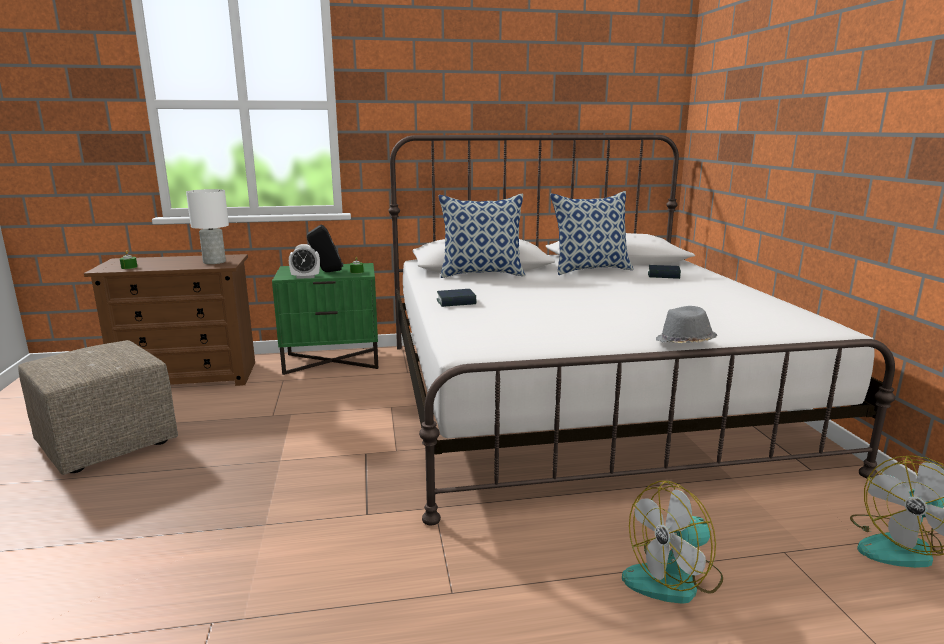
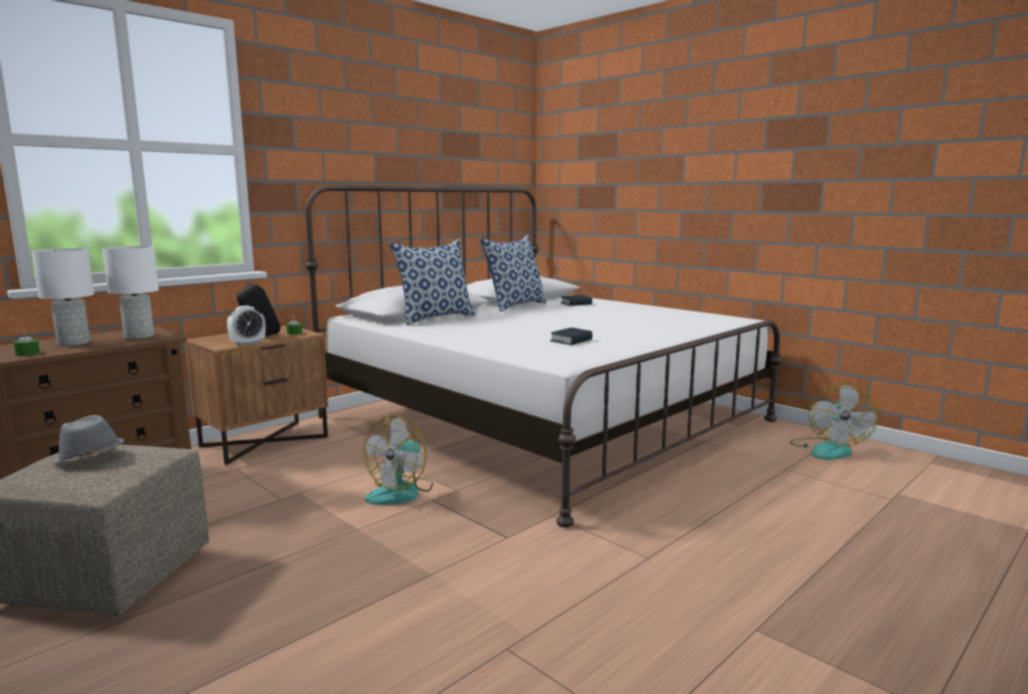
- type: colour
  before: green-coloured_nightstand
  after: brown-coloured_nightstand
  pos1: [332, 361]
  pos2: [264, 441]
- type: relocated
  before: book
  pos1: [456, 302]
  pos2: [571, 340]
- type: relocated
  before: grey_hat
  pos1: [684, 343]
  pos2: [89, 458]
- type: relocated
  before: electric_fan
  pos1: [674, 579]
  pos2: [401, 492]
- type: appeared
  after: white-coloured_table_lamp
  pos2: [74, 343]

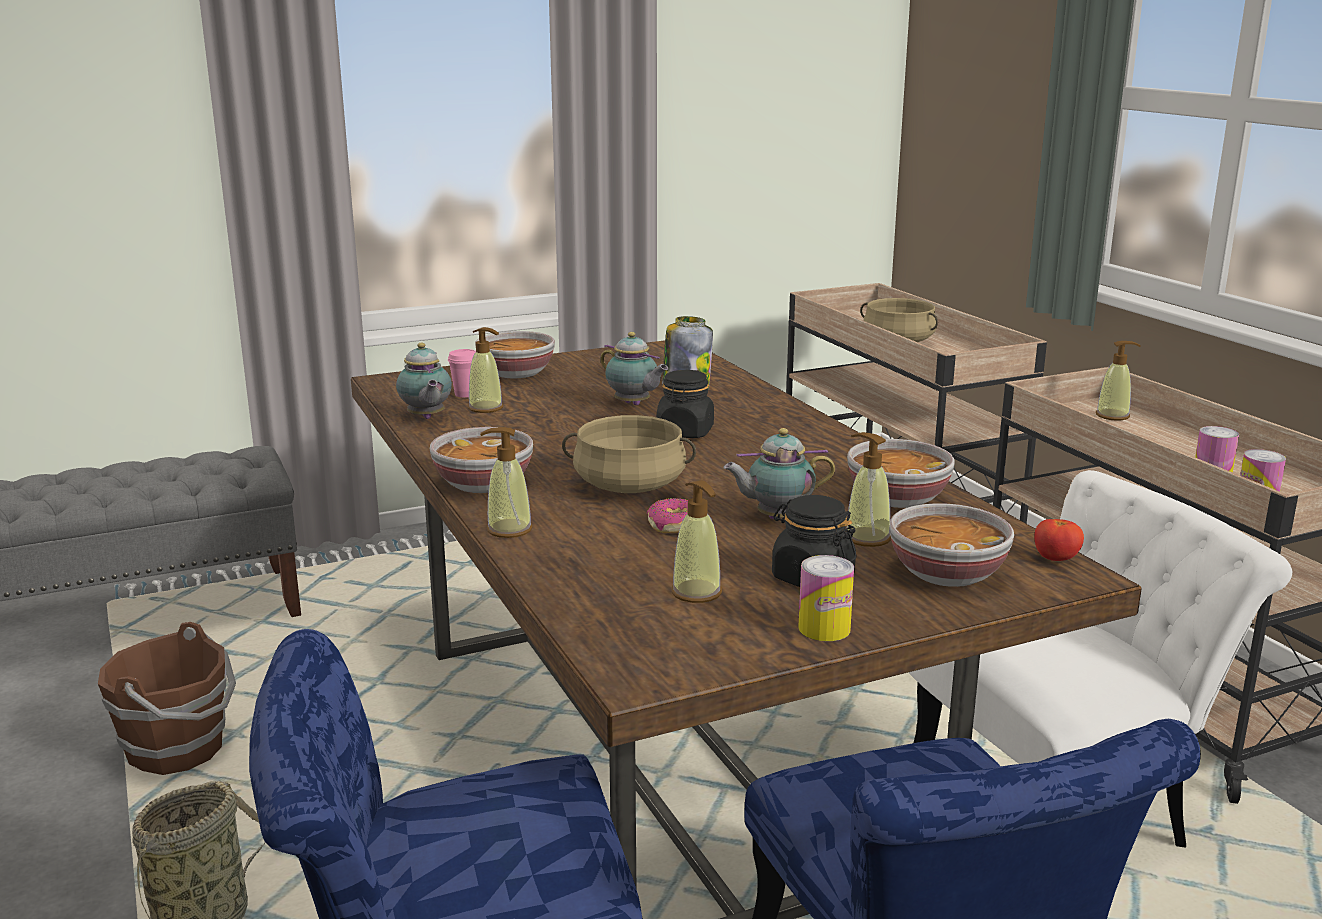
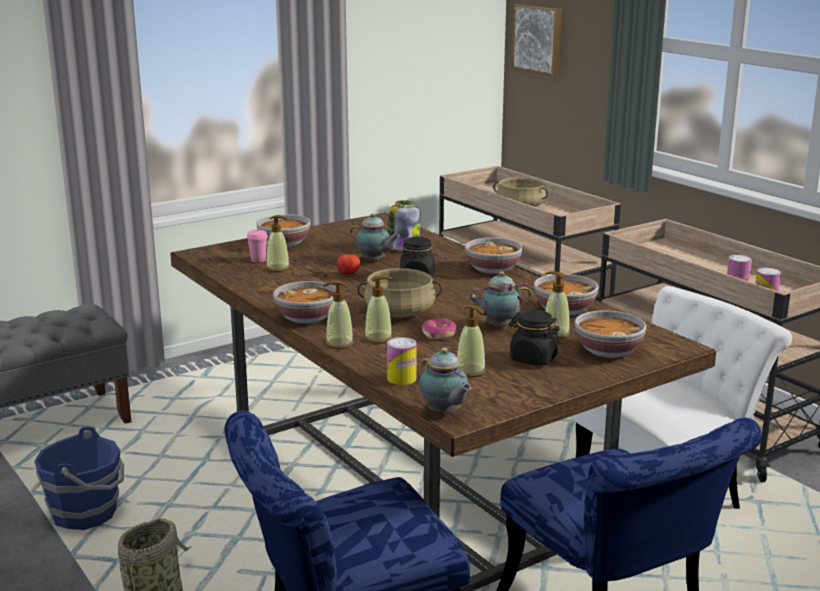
- type: relocated
  before: soap_dispenser
  pos1: [1112, 416]
  pos2: [378, 339]
- type: relocated
  before: tea_pot
  pos1: [426, 418]
  pos2: [444, 413]
- type: relocated
  before: whole_tomato
  pos1: [1056, 559]
  pos2: [348, 274]
- type: relocated
  before: metal_can
  pos1: [824, 628]
  pos2: [401, 378]
- type: colour
  before: brown-coloured_bucket
  after: blue-coloured_bucket
  pos1: [179, 751]
  pos2: [87, 514]
- type: appeared
  after: wall_art
  pos2: [538, 39]
- type: appeared
  after: serving_bowl
  pos2: [492, 269]

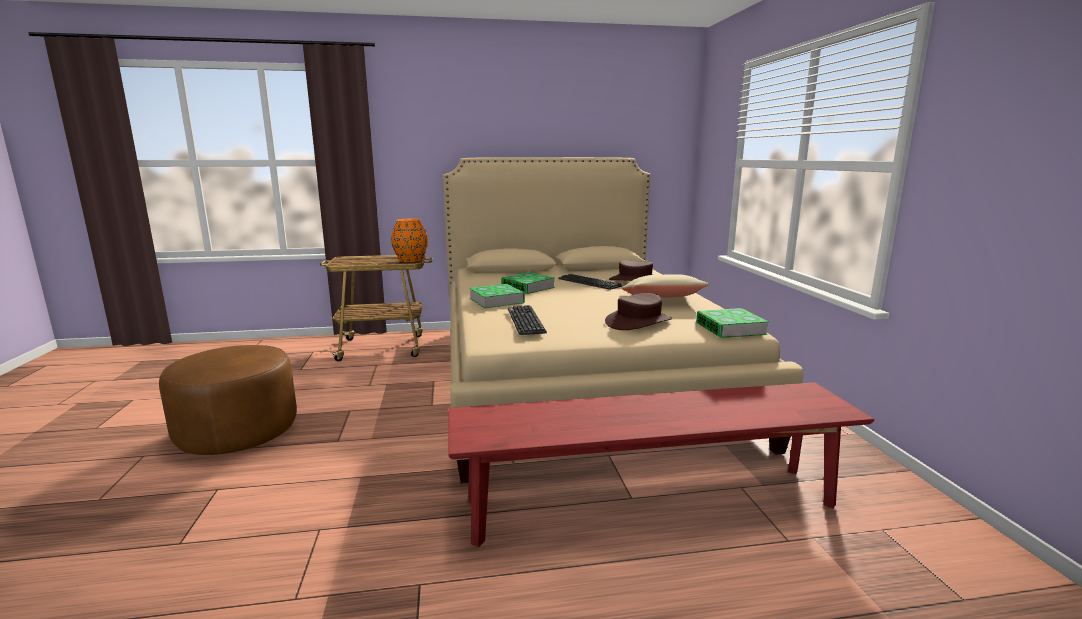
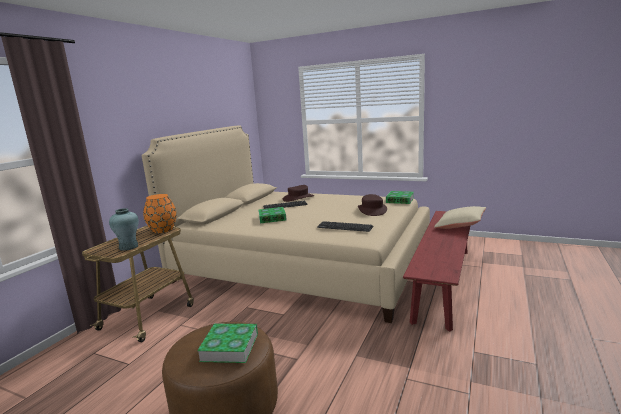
- type: relocated
  before: beige_cushion
  pos1: [662, 300]
  pos2: [460, 226]
- type: relocated
  before: book
  pos1: [496, 300]
  pos2: [230, 347]
- type: appeared
  after: blue-green_flower_vase
  pos2: [128, 247]

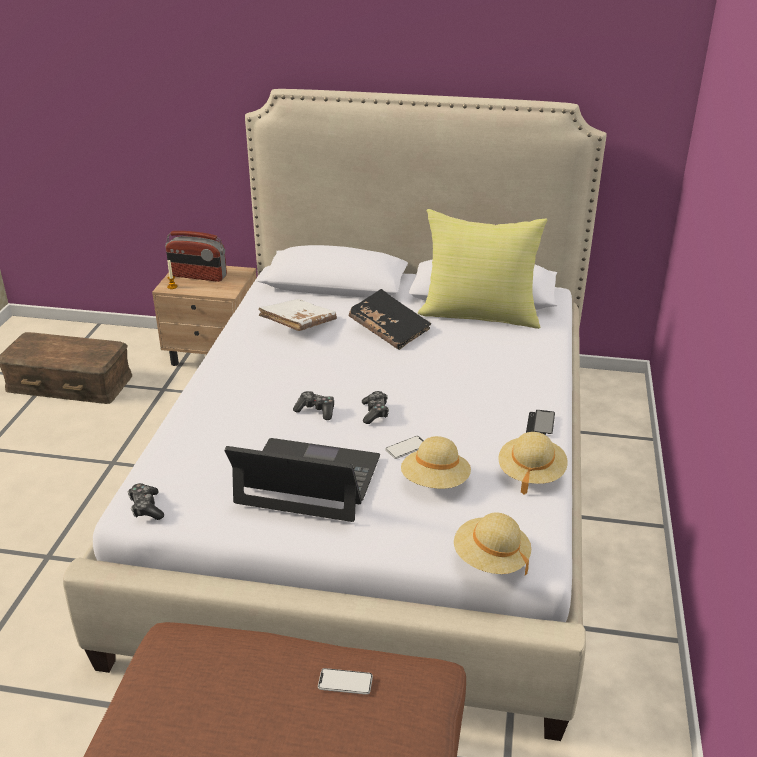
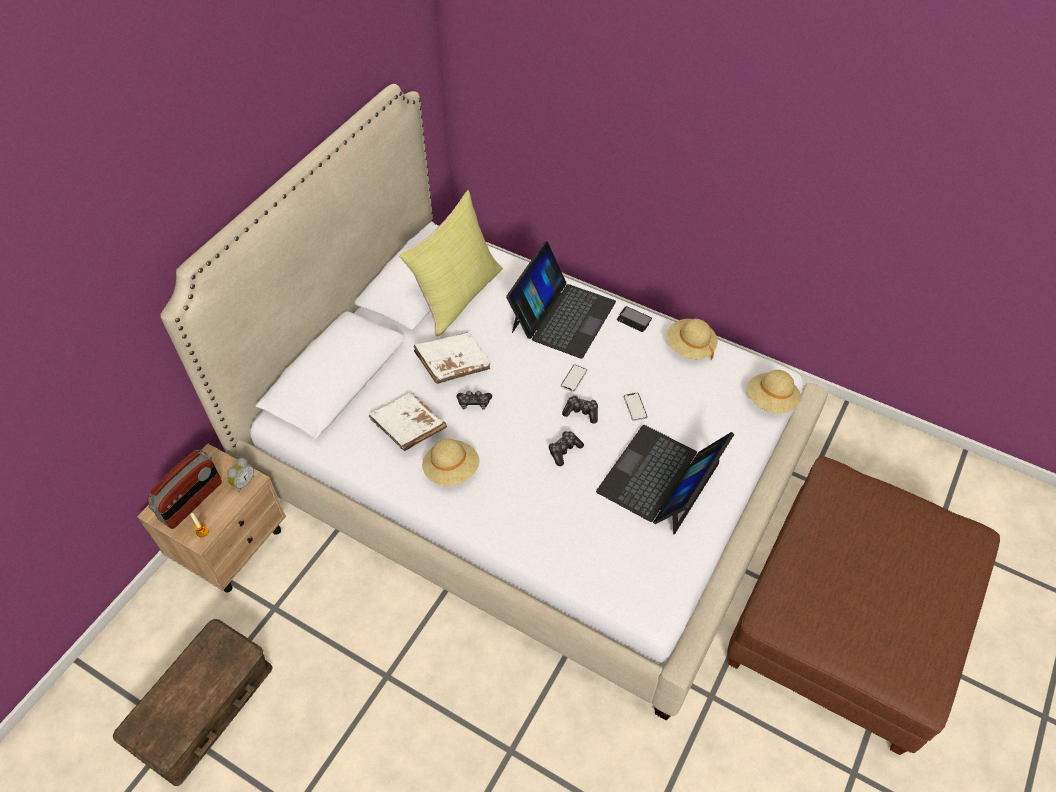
- type: colour
  before: black-coloured_book
  after: white-coloured_book
  pos1: [389, 330]
  pos2: [453, 365]
- type: relocated
  before: beige_hat
  pos1: [435, 482]
  pos2: [452, 470]
- type: relocated
  before: joypad
  pos1: [146, 507]
  pos2: [474, 403]
- type: relocated
  before: telephone
  pos1: [345, 682]
  pos2: [574, 378]
- type: appeared
  after: laptop
  pos2: [562, 316]
- type: appeared
  after: bedside_clock
  pos2: [243, 482]

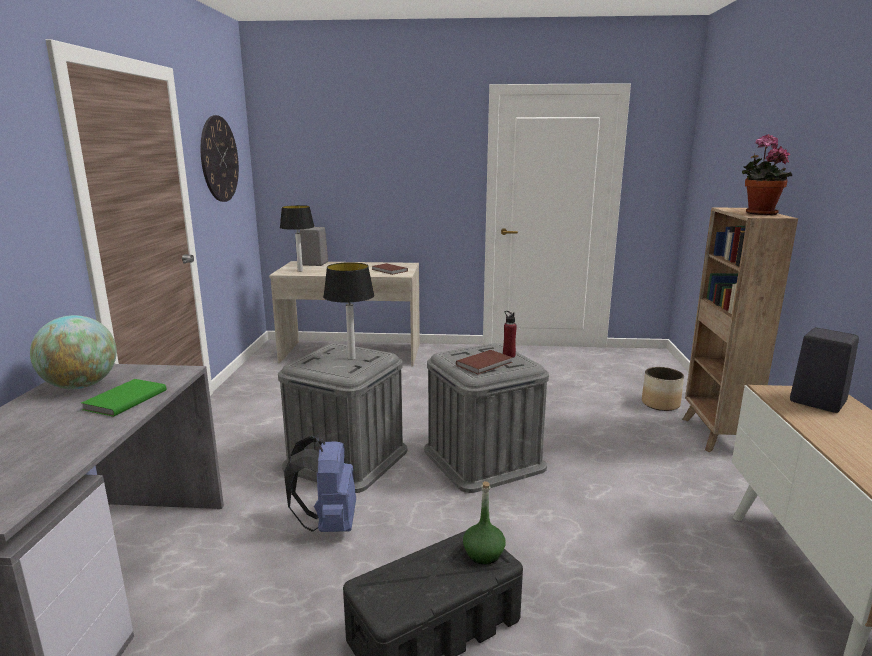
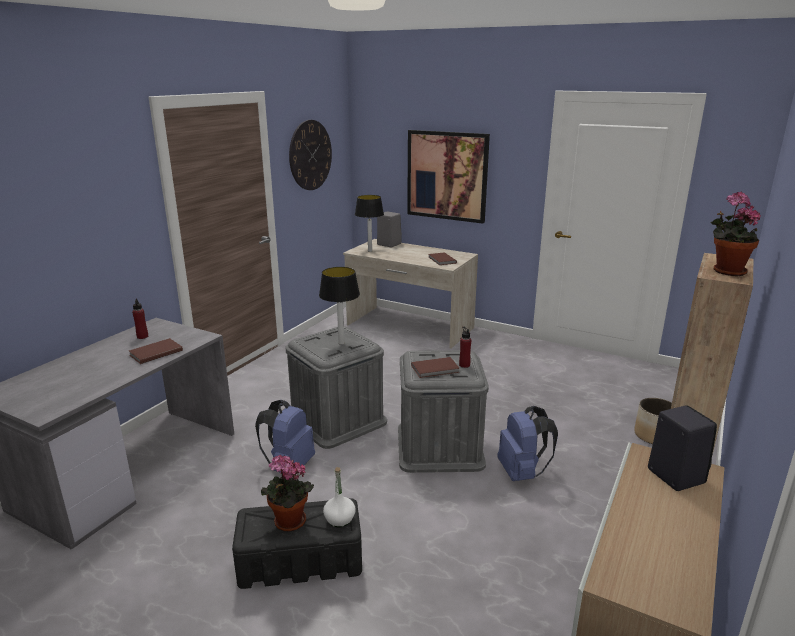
- type: exchanged
  before: world_globe
  after: red_beverage_bottle
  pos1: [81, 386]
  pos2: [142, 336]
- type: colour
  before: green-coloured_book
  after: brown-coloured_book
  pos1: [123, 400]
  pos2: [155, 353]
- type: colour
  before: green-coloured_beverage_bottle
  after: white-coloured_beverage_bottle
  pos1: [484, 554]
  pos2: [340, 519]
- type: appeared
  after: wall_art
  pos2: [447, 176]
- type: appeared
  after: blue-coloured_rucksack
  pos2: [522, 473]
- type: appeared
  after: houseplant
  pos2: [288, 523]

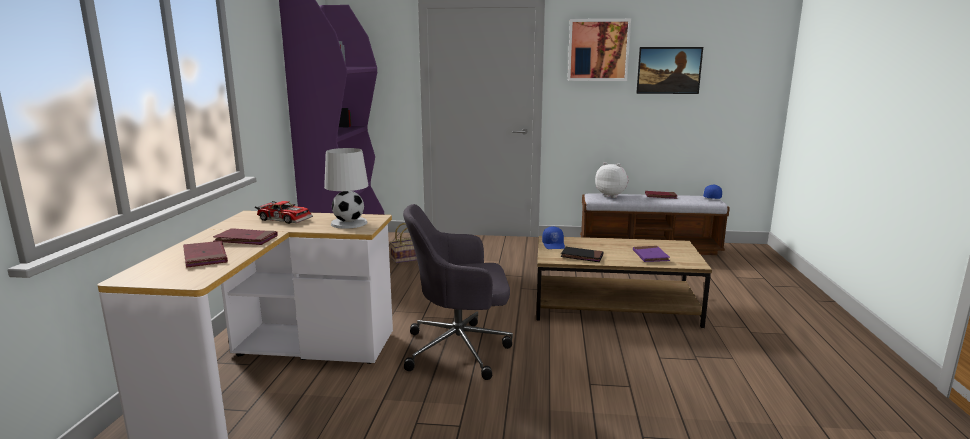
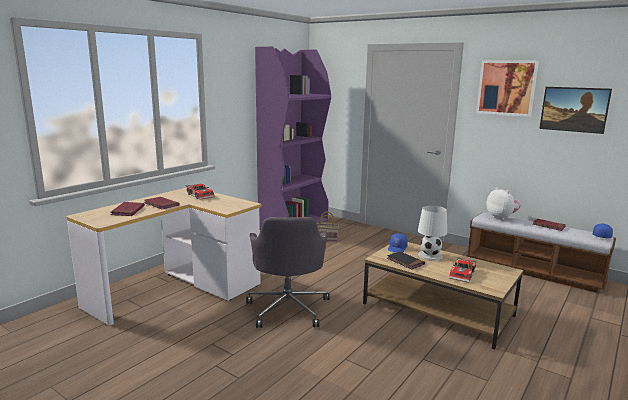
- type: relocated
  before: white-coloured_table_lamp
  pos1: [348, 223]
  pos2: [429, 255]
- type: spun
  before: grey_computer_chair
  pos1: [460, 349]
  pos2: [288, 308]
  turn: -120
- type: exchanged
  before: purple_book
  after: toy_car
  pos1: [650, 256]
  pos2: [463, 274]

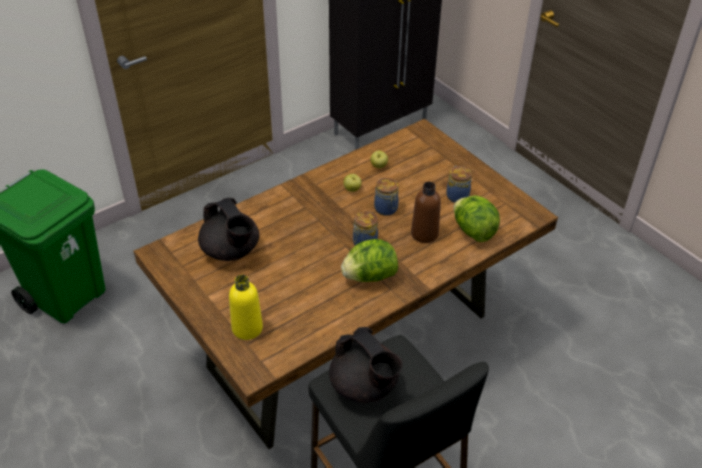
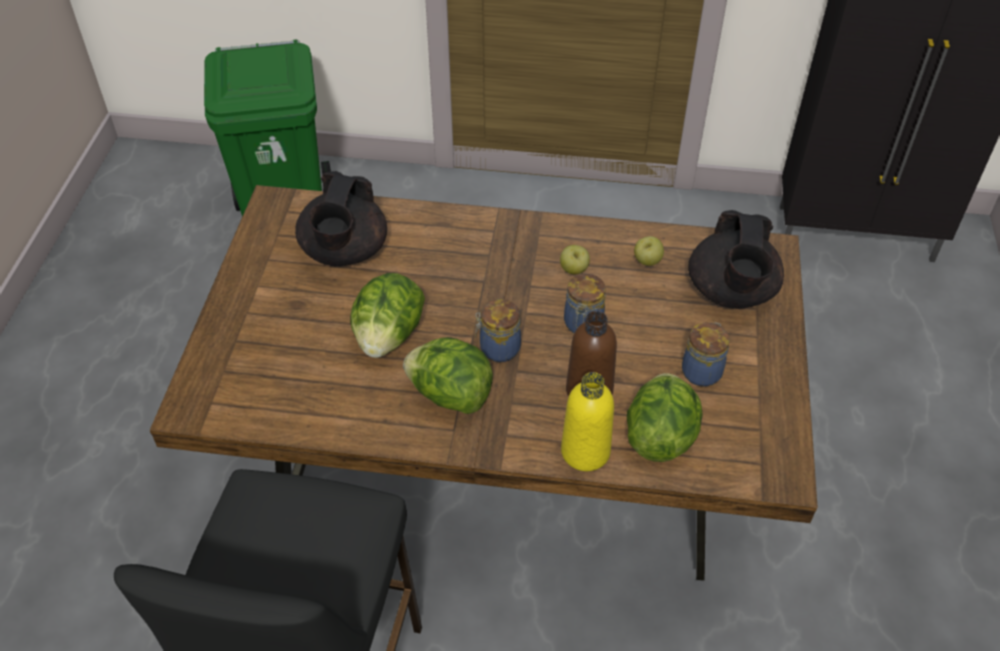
- type: relocated
  before: yellowish_beverage_bottle
  pos1: [247, 328]
  pos2: [585, 451]
- type: relocated
  before: black-coloured_tea_pot
  pos1: [365, 386]
  pos2: [731, 292]
- type: appeared
  after: lettuce_head
  pos2: [388, 336]

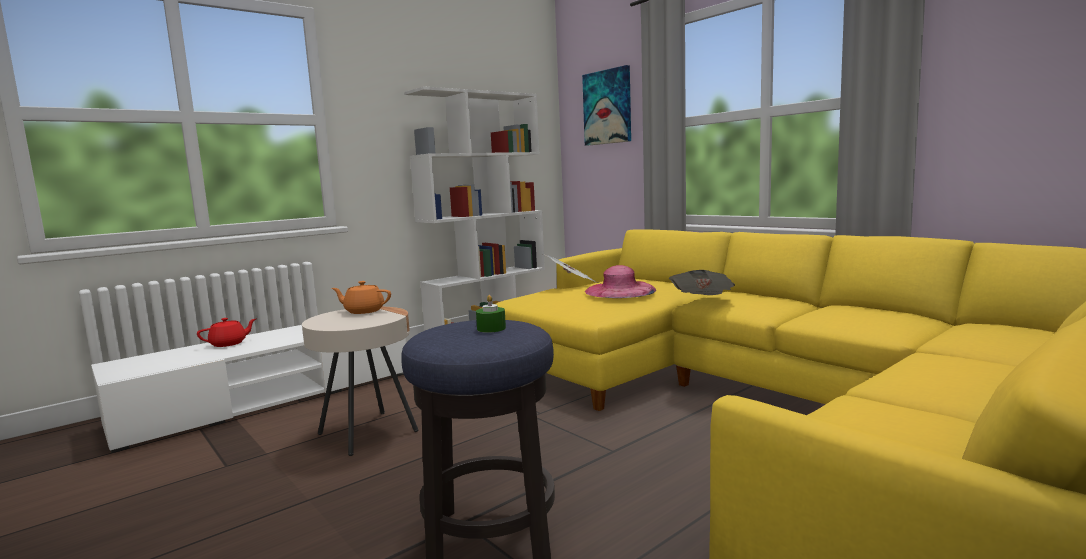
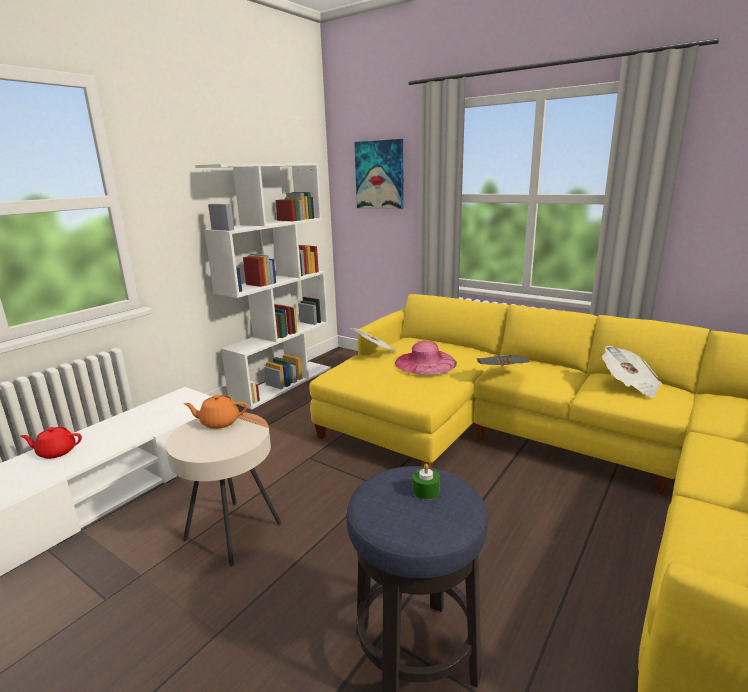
- type: spun
  before: red_tea_pot
  pos1: [229, 344]
  pos2: [56, 452]
  turn: -135
- type: appeared
  after: printed_paper
  pos2: [630, 385]

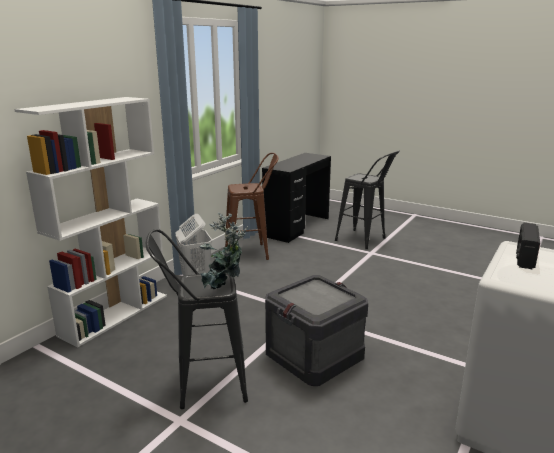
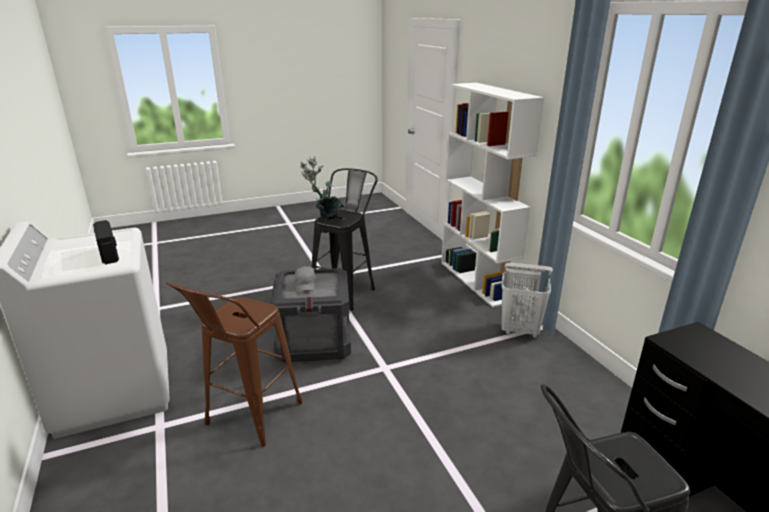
- type: relocated
  before: brown-coloured_sitting_stool
  pos1: [252, 253]
  pos2: [248, 420]
- type: appeared
  after: grey_peaked_cap
  pos2: [305, 285]

